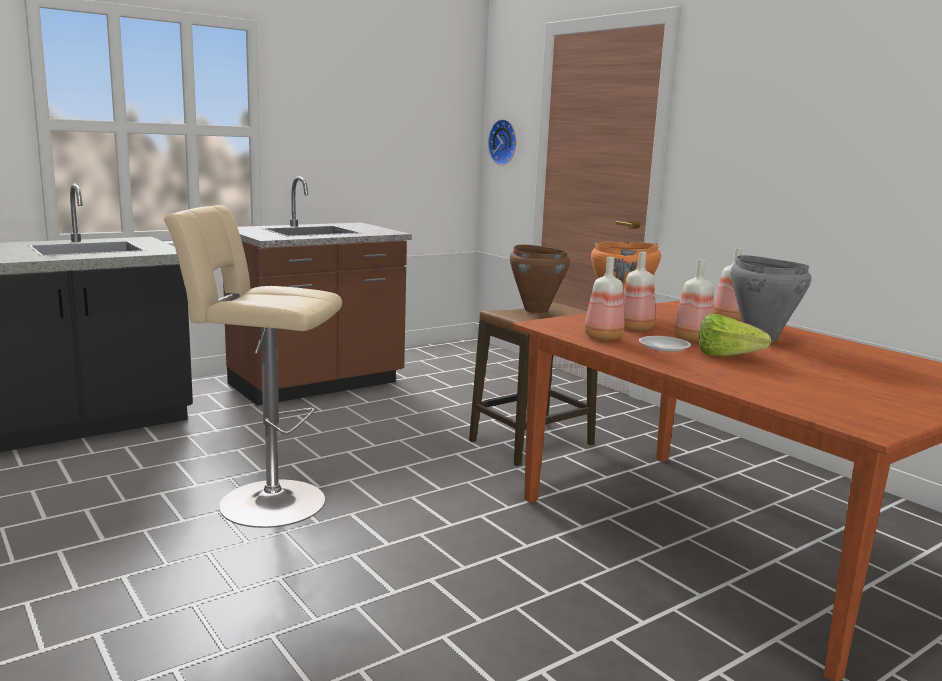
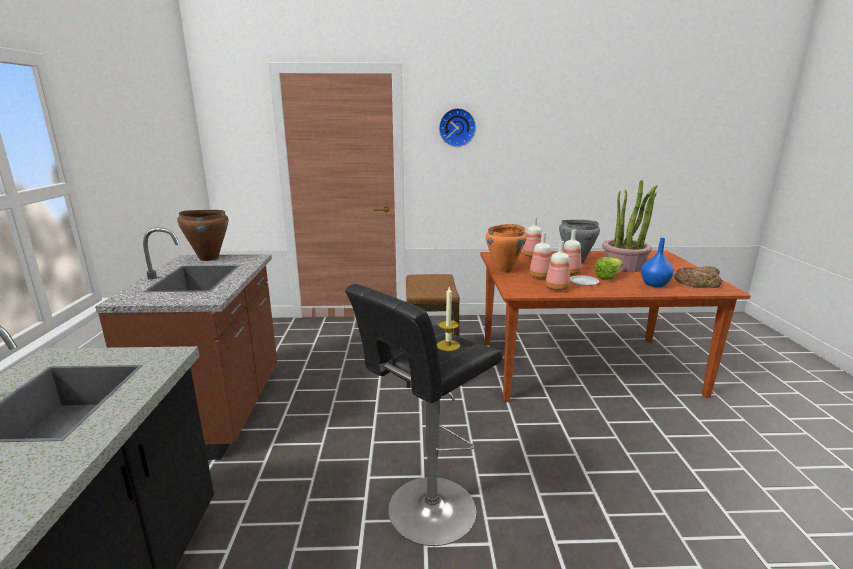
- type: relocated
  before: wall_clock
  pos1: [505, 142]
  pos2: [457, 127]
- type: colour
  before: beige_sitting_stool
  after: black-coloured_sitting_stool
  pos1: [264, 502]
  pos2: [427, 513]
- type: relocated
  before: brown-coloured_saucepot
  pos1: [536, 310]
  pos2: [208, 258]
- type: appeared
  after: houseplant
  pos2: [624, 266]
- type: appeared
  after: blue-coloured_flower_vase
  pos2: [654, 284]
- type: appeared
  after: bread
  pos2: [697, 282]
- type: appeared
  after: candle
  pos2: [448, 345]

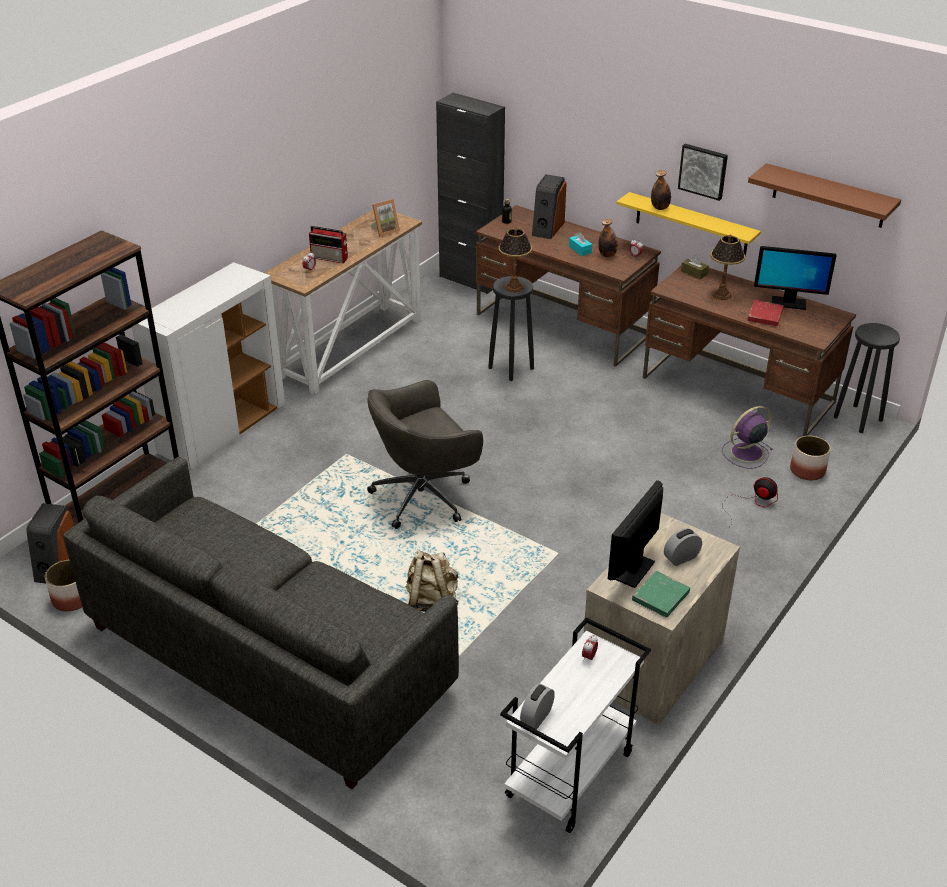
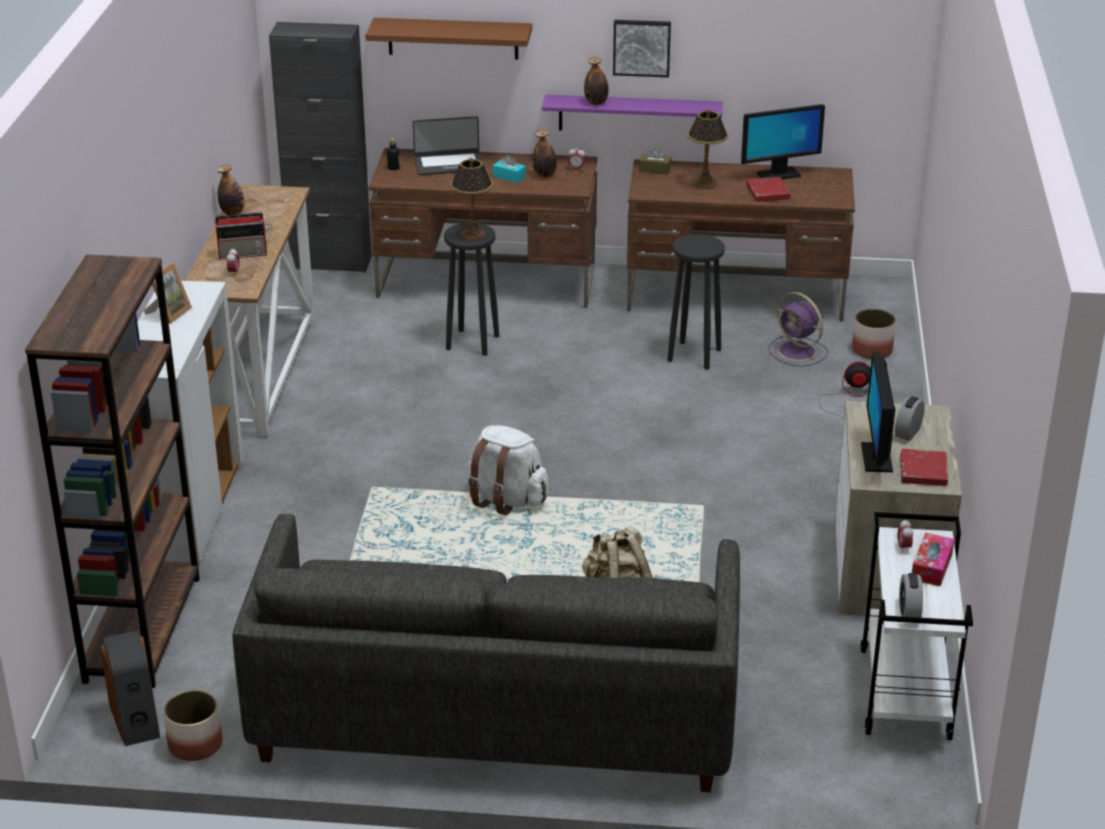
- type: relocated
  before: brown-coloured_shelf
  pos1: [829, 196]
  pos2: [453, 38]
- type: exchanged
  before: loudspeaker
  after: laptop
  pos1: [547, 228]
  pos2: [448, 164]
- type: colour
  before: yellowish_shelf
  after: purple_shelf
  pos1: [691, 224]
  pos2: [633, 115]
- type: relocated
  before: photo_frame
  pos1: [385, 231]
  pos2: [169, 313]
- type: relocated
  before: black-coloured_sitting_stool
  pos1: [857, 418]
  pos2: [693, 355]
- type: exchanged
  before: grey_computer_chair
  after: white-coloured_rucksack
  pos1: [424, 496]
  pos2: [506, 499]
- type: spun
  before: purple_electric_fan
  pos1: [745, 453]
  pos2: [798, 352]
  turn: -75
- type: colour
  before: green-coloured_book
  after: red_book
  pos1: [660, 597]
  pos2: [923, 471]
- type: appeared
  after: beverage_bottle
  pos2: [232, 213]
- type: appeared
  after: tissue_box
  pos2: [931, 566]

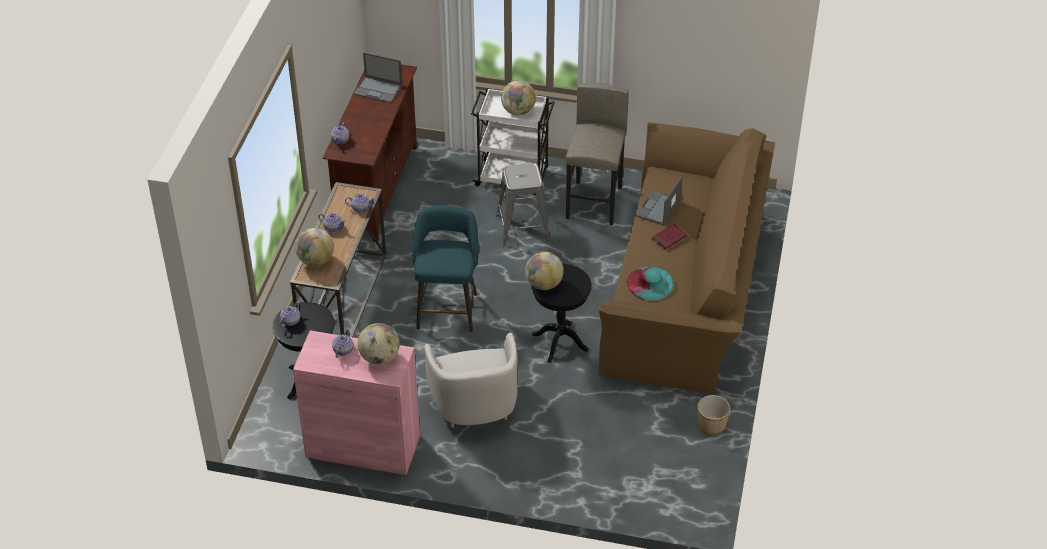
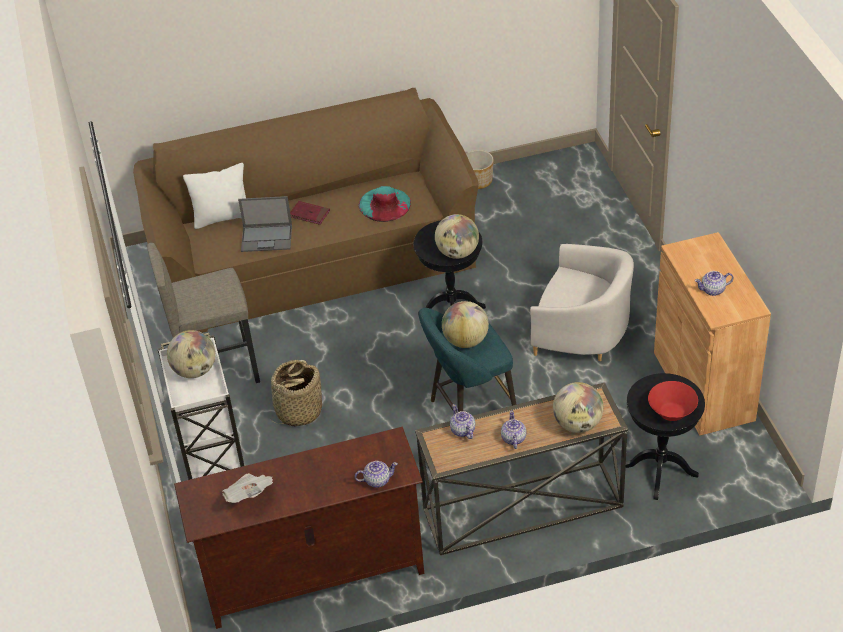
- type: exchanged
  before: laptop
  after: printed_paper
  pos1: [378, 89]
  pos2: [249, 496]
- type: exchanged
  before: grey_sitting_stool
  after: household_basket
  pos1: [522, 228]
  pos2: [298, 411]
- type: exchanged
  before: tea_pot
  after: red_serving_bowl
  pos1: [290, 321]
  pos2: [672, 413]
- type: relocated
  before: world_globe
  pos1: [379, 357]
  pos2: [465, 340]
- type: colour
  before: pink-coloured_storage_cabinet
  after: brown-coloured_storage_cabinet
  pos1: [363, 446]
  pos2: [703, 386]
- type: spun
  before: white-coloured_lounge_chair
  pos1: [475, 404]
  pos2: [582, 333]
  turn: 60
- type: appeared
  after: white-coloured_cushion
  pos2: [222, 217]

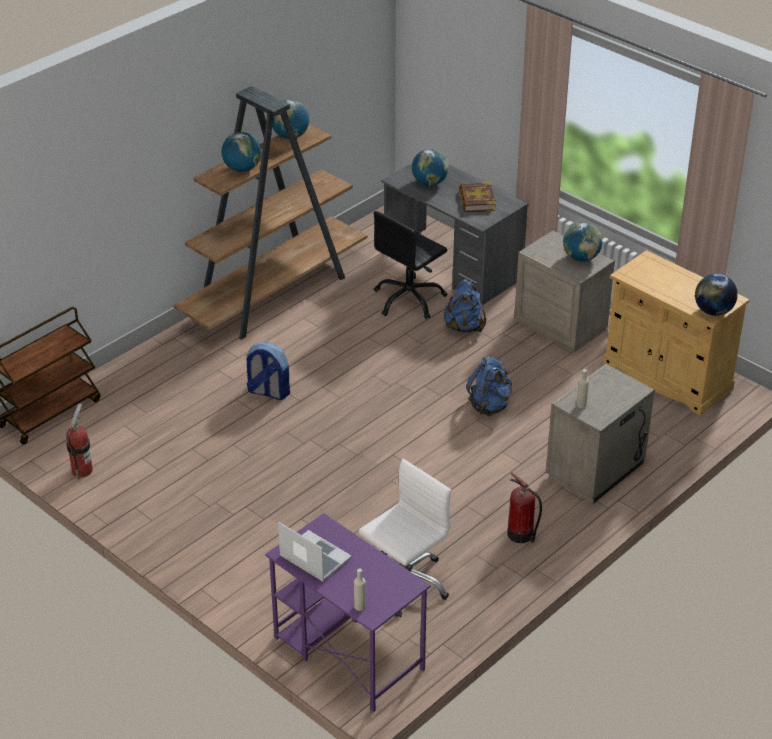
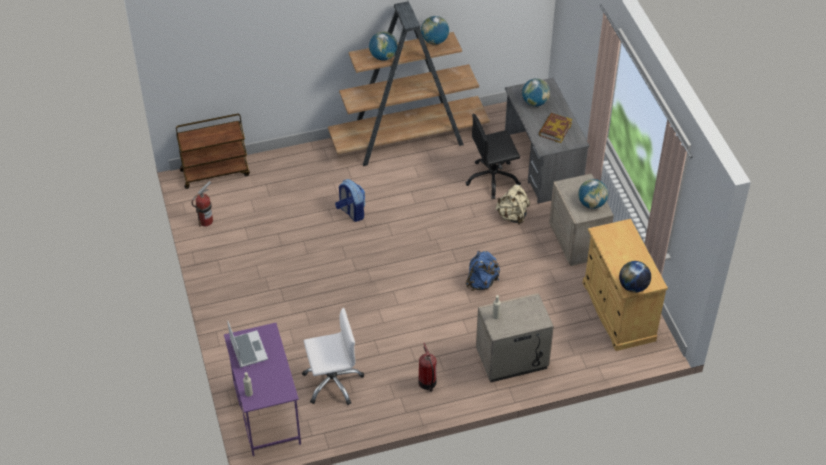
- type: colour
  before: blue-coloured_rucksack
  after: beige_rucksack
  pos1: [464, 327]
  pos2: [512, 215]

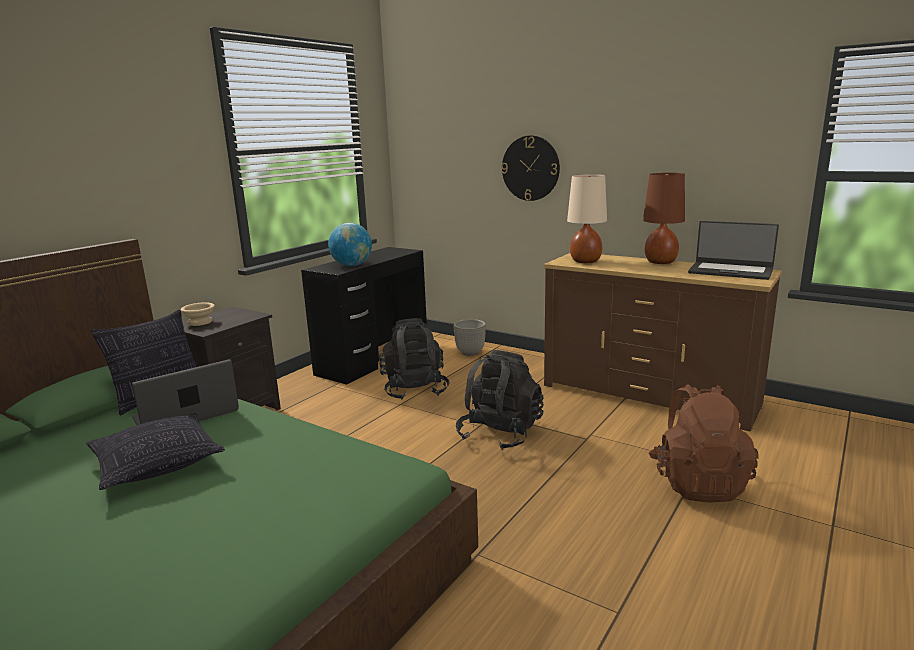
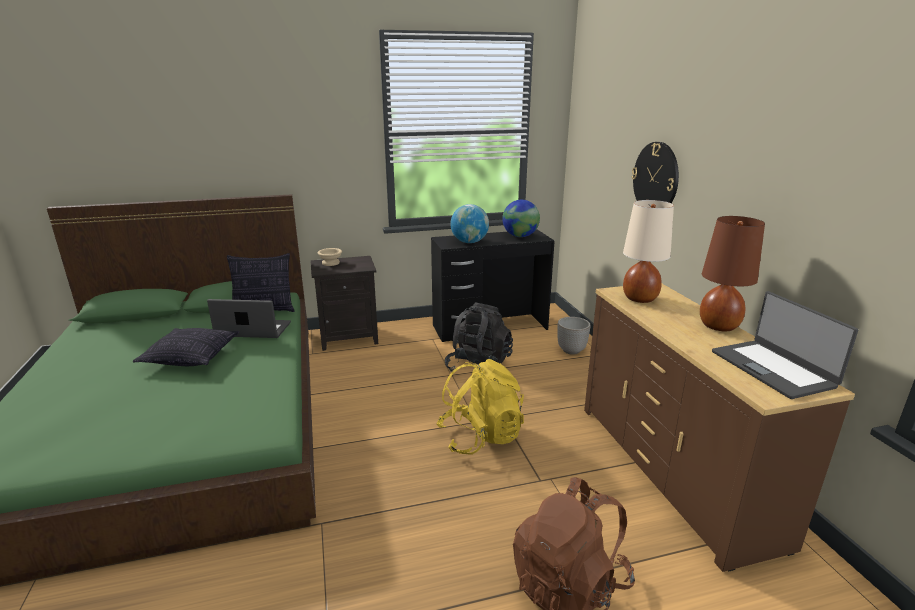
- type: colour
  before: black-coloured_rucksack
  after: yellowish_rucksack
  pos1: [500, 433]
  pos2: [480, 437]
- type: appeared
  after: world_globe
  pos2: [520, 236]

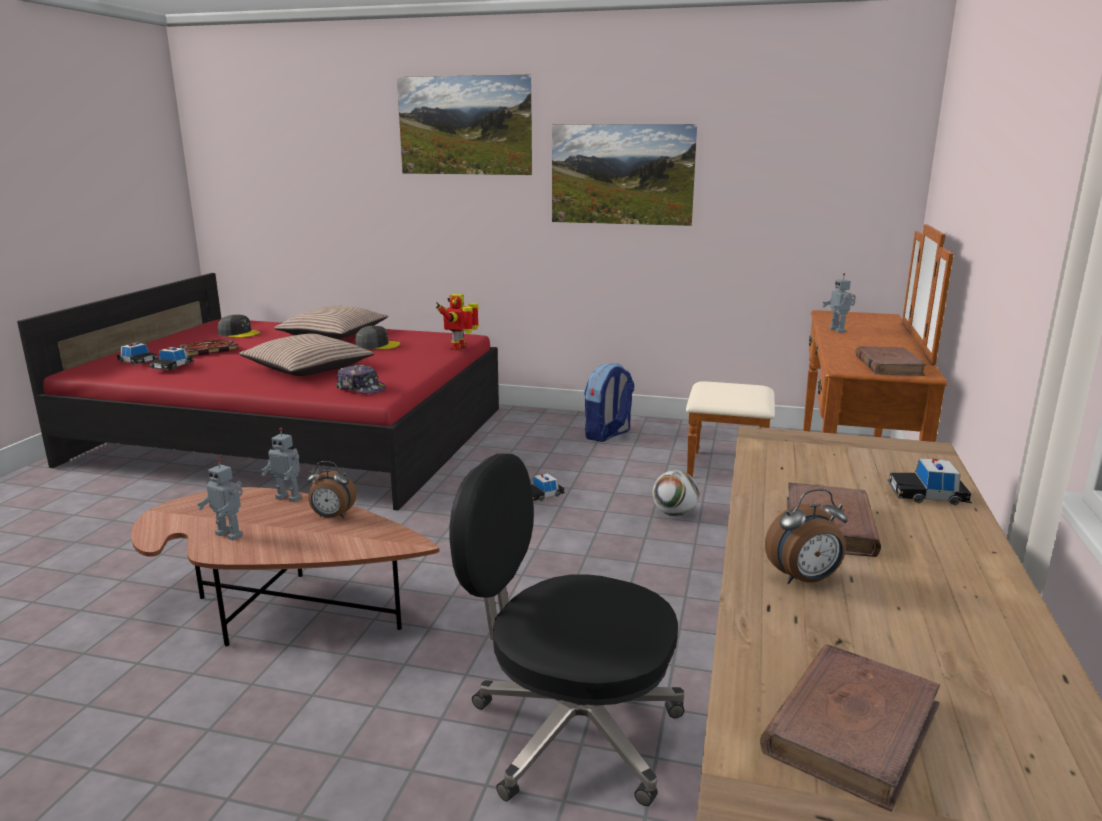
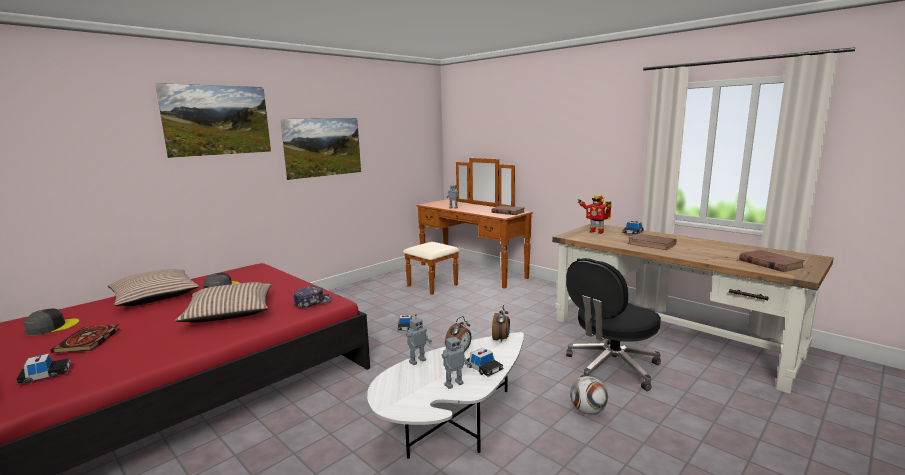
- type: relocated
  before: toy_robot
  pos1: [459, 347]
  pos2: [596, 231]
- type: relocated
  before: toy_car
  pos1: [172, 366]
  pos2: [483, 368]
- type: missing
  before: rucksack
  pos1: [608, 435]
- type: relocated
  before: football
  pos1: [674, 514]
  pos2: [588, 411]
- type: colour
  before: brown-coloured_low_table
  after: white-coloured_low_table
  pos1: [281, 609]
  pos2: [453, 426]
- type: relocated
  before: bedside_clock
  pos1: [804, 580]
  pos2: [501, 339]

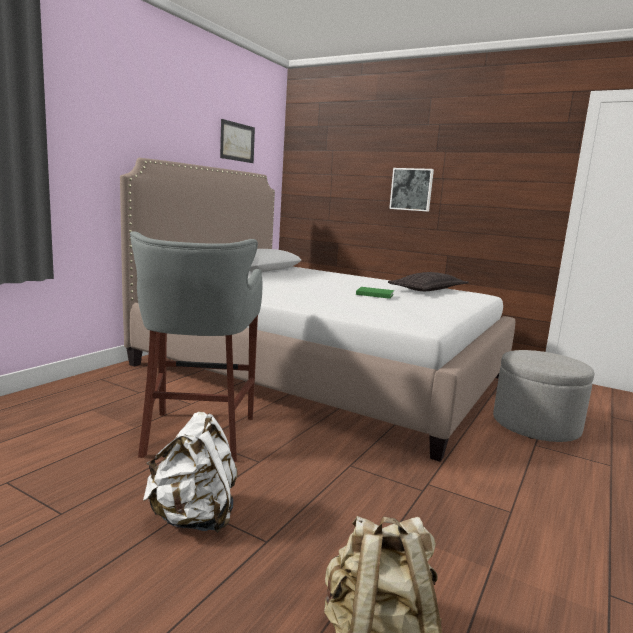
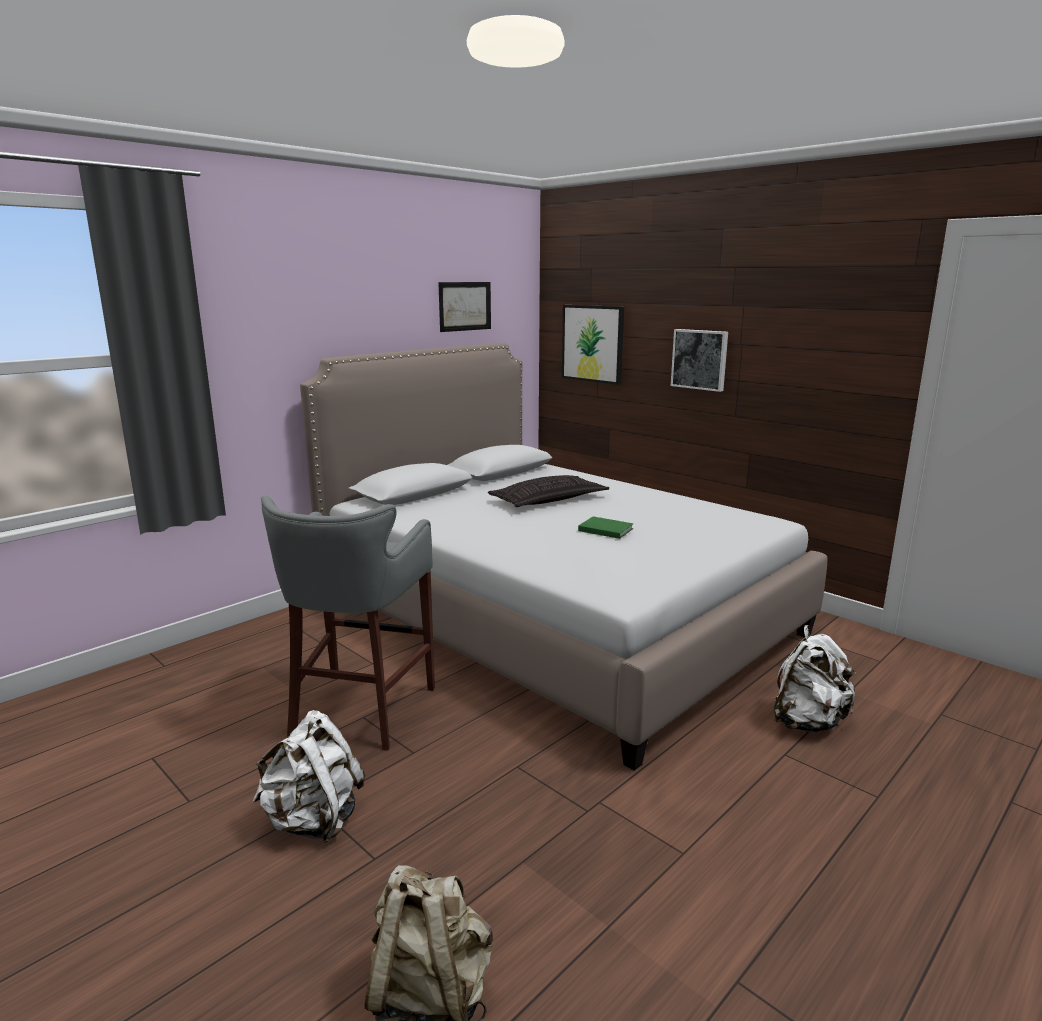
- type: relocated
  before: cushion
  pos1: [428, 290]
  pos2: [548, 500]
- type: exchanged
  before: grey_ottoman
  after: white-coloured_rucksack
  pos1: [535, 425]
  pos2: [807, 721]
- type: appeared
  after: wall_art
  pos2: [593, 343]

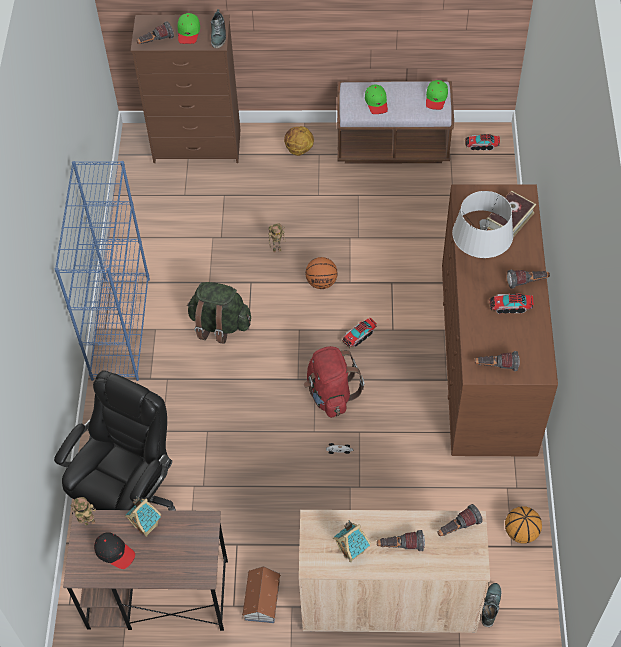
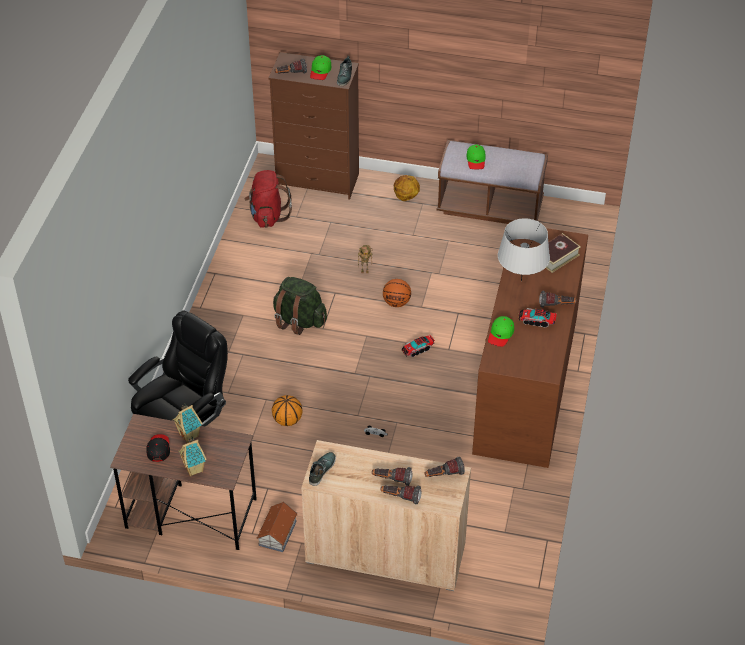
- type: relocated
  before: green-coloured_peaked_cap
  pos1: [436, 98]
  pos2: [501, 334]
- type: missing
  before: toy_truck
  pos1: [481, 145]
- type: missing
  before: blue-coloured_bookshelf
  pos1: [120, 327]
- type: relocated
  before: red_rucksack
  pos1: [330, 394]
  pos2: [267, 216]
- type: relocated
  before: flashlight
  pos1: [496, 366]
  pos2: [400, 497]
- type: missing
  before: toy_robot
  pos1: [89, 524]
- type: relocated
  before: basketball_ball
  pos1: [520, 532]
  pos2: [287, 420]
- type: relocated
  before: miniature_house
  pos1: [352, 551]
  pos2: [194, 469]
- type: spun
  before: black-coloured_peaked_cap
  pos1: [114, 552]
  pos2: [158, 449]
  turn: -135
- type: relocated
  before: item_of_footwear
  pos1: [490, 605]
  pos2: [321, 470]

